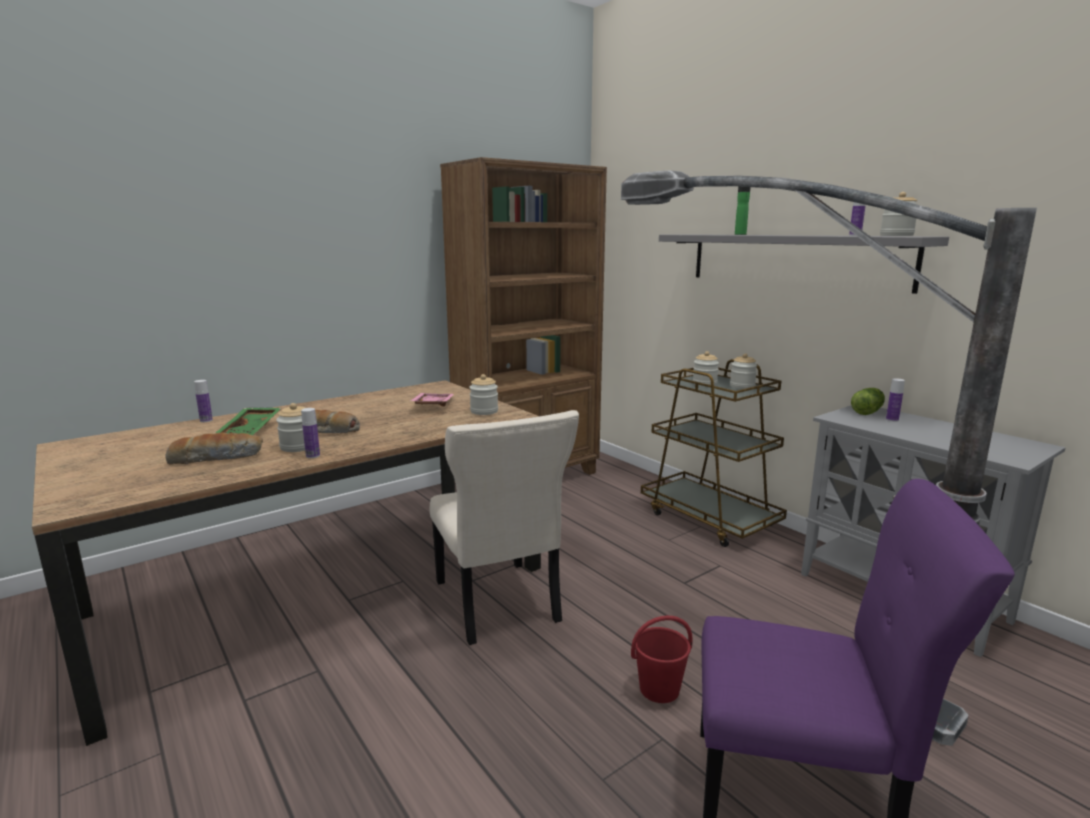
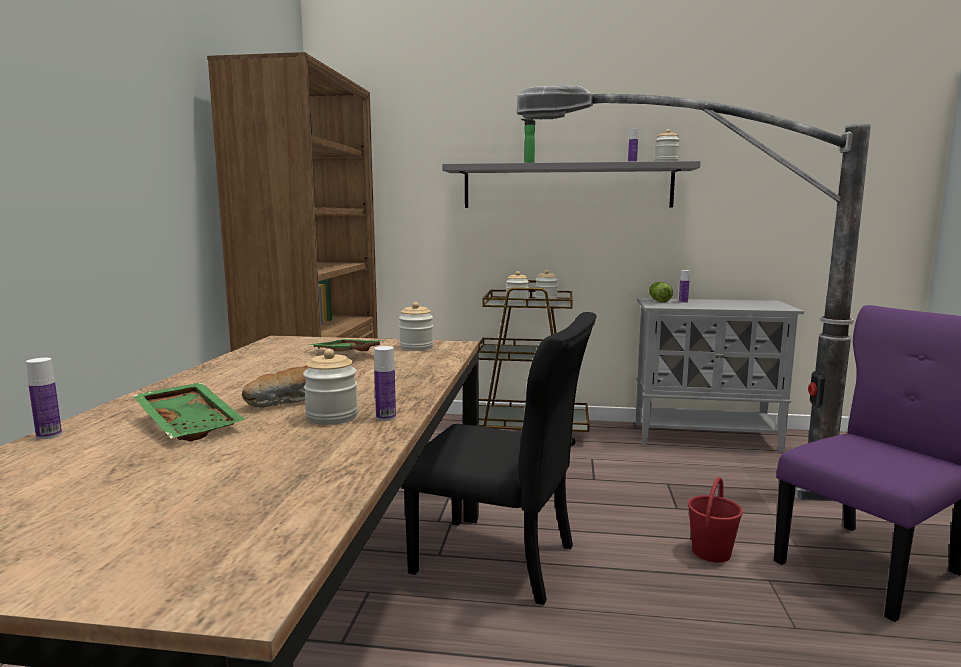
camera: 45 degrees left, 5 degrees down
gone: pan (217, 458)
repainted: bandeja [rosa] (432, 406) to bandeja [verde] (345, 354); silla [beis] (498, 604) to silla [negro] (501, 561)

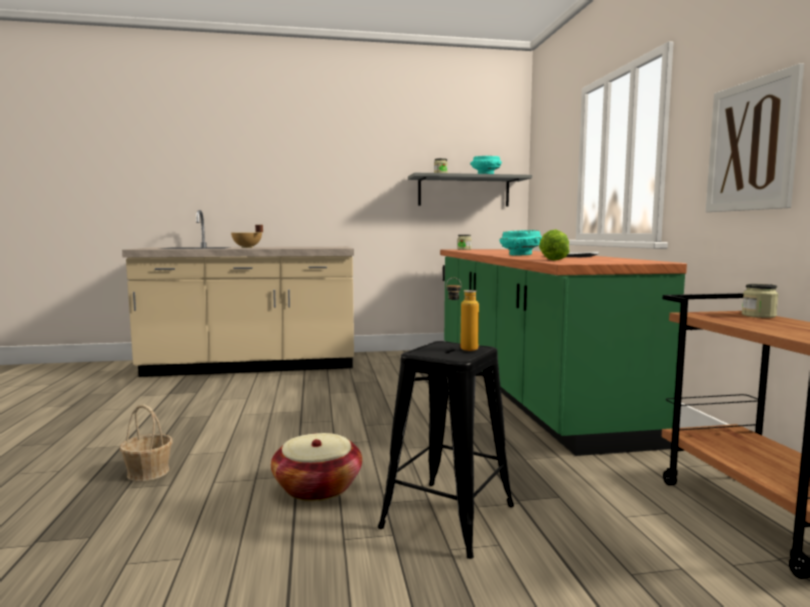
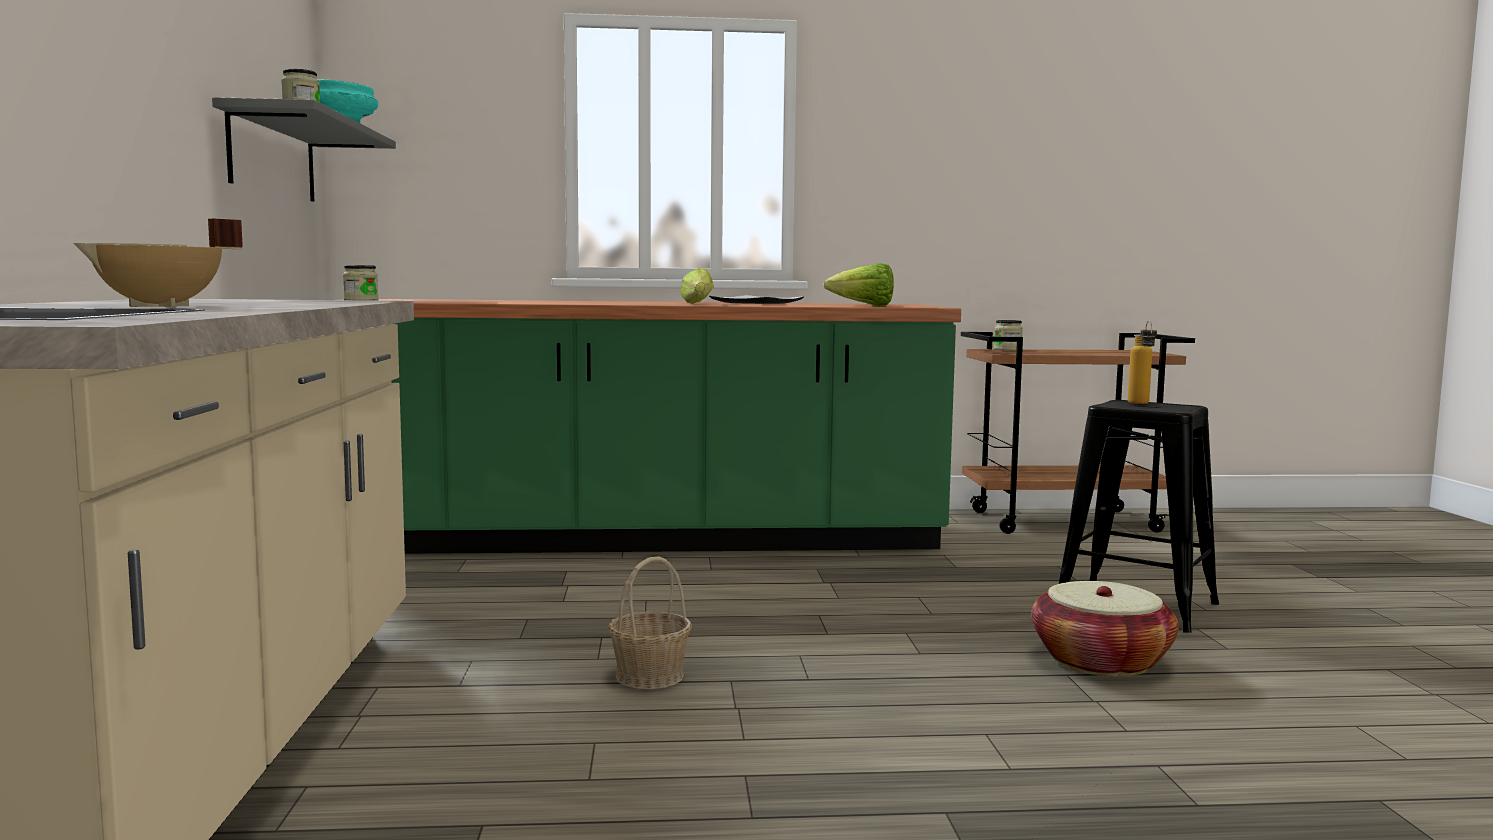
camera: 85 degrees left, 0 degrees up
gone: cuadro (751, 146)
shifted: cesta (148, 472) to (649, 676)
swapped: cuenco [turquesa] (521, 255) to lechuga (697, 303)

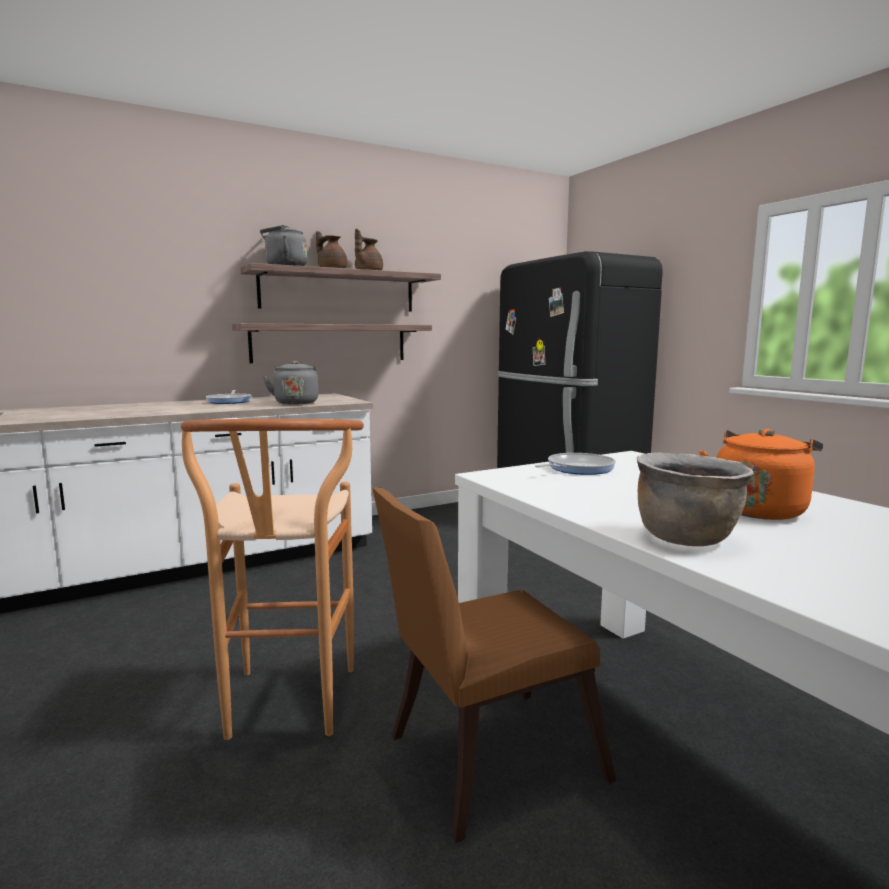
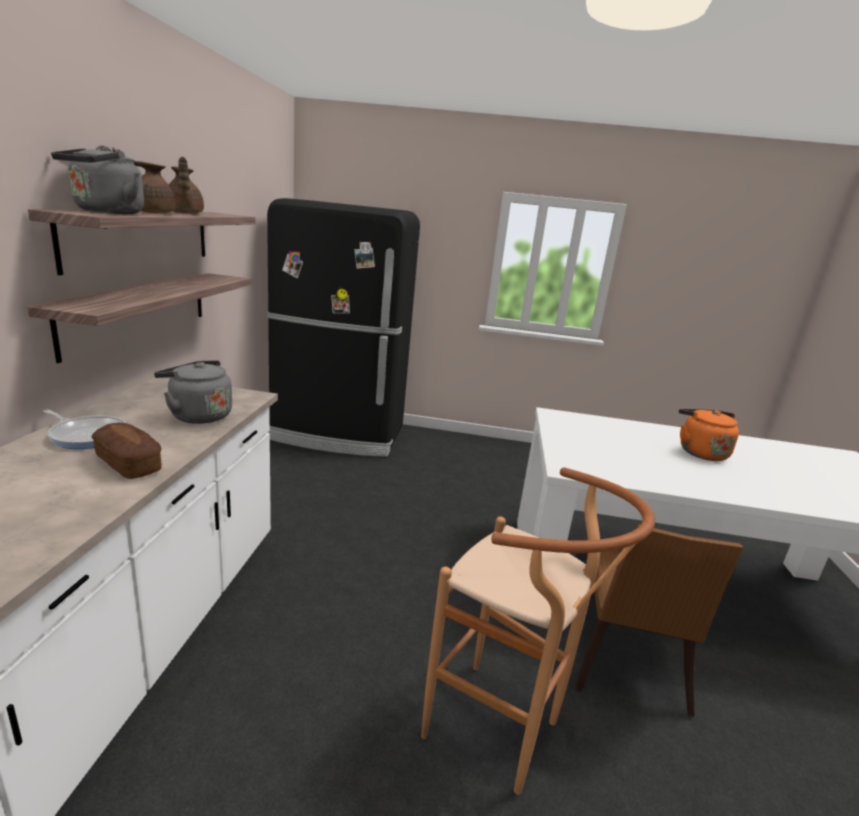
camera: 55 degrees left, 10 degrees up
gone: sartén (577, 469); olla [marrón] (686, 538)
new: pan (128, 463)

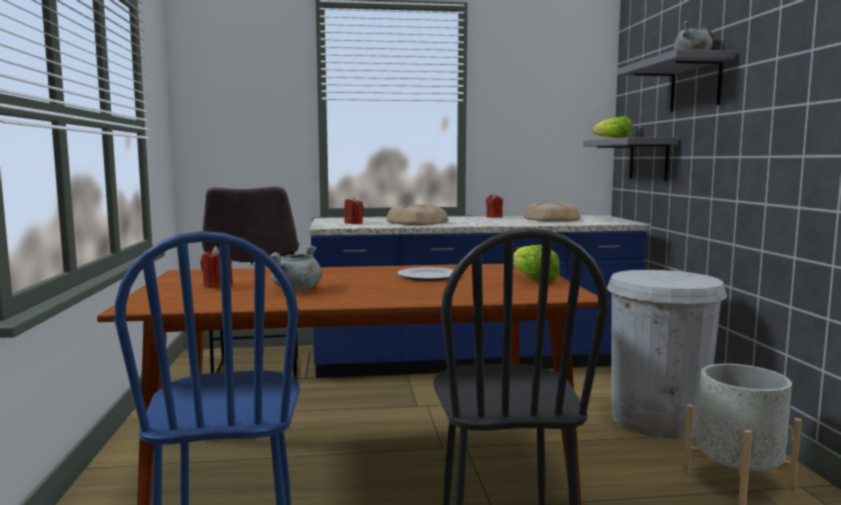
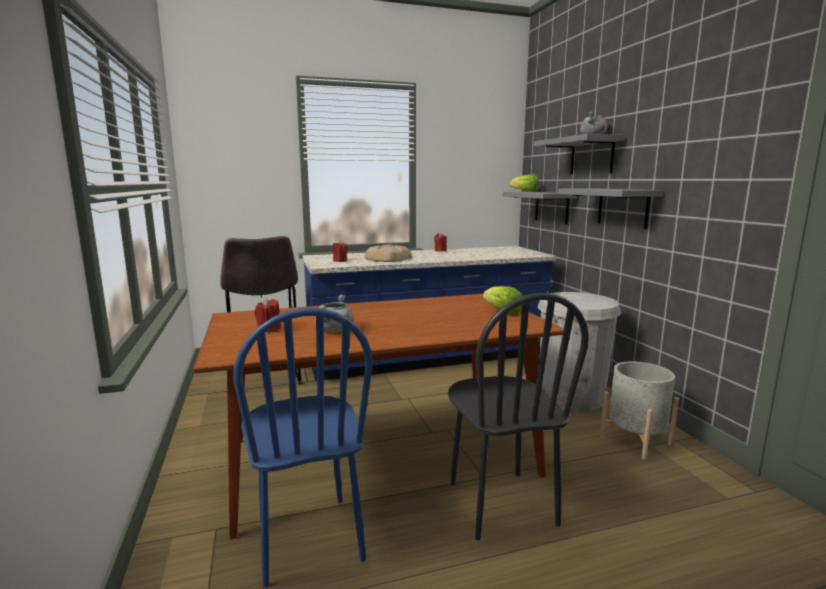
camera: 10 degrees left, 5 degrees up
gone: plato (428, 276); pan (551, 219)
new: estante [gris] (622, 207)

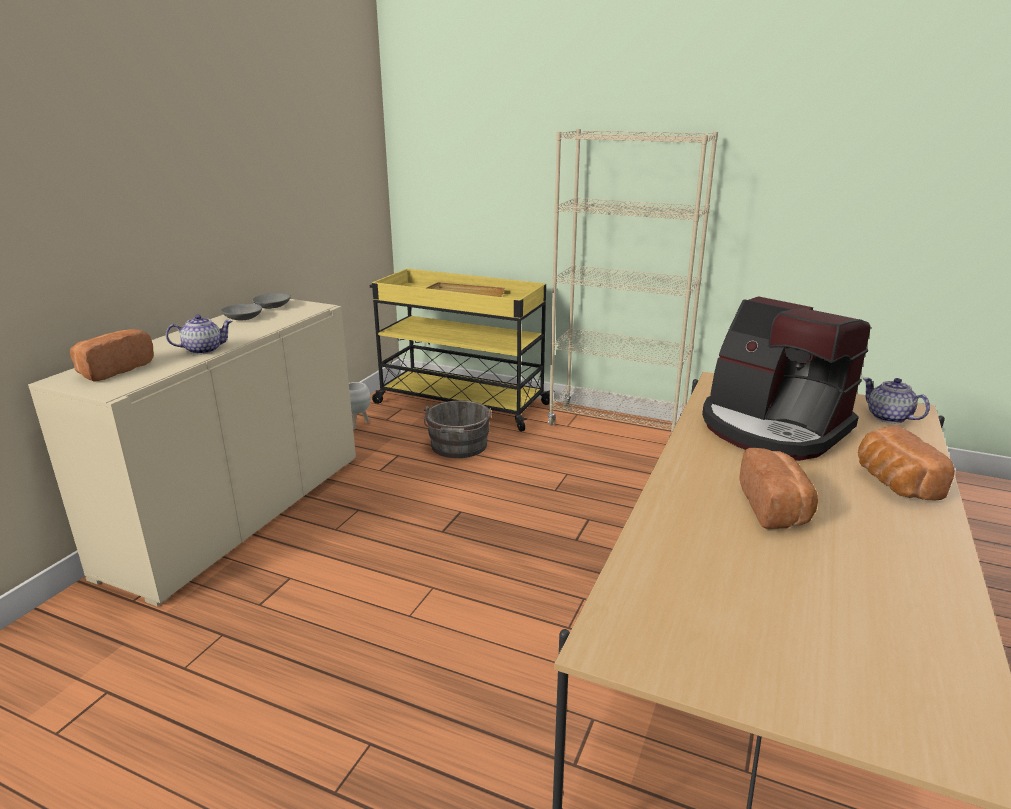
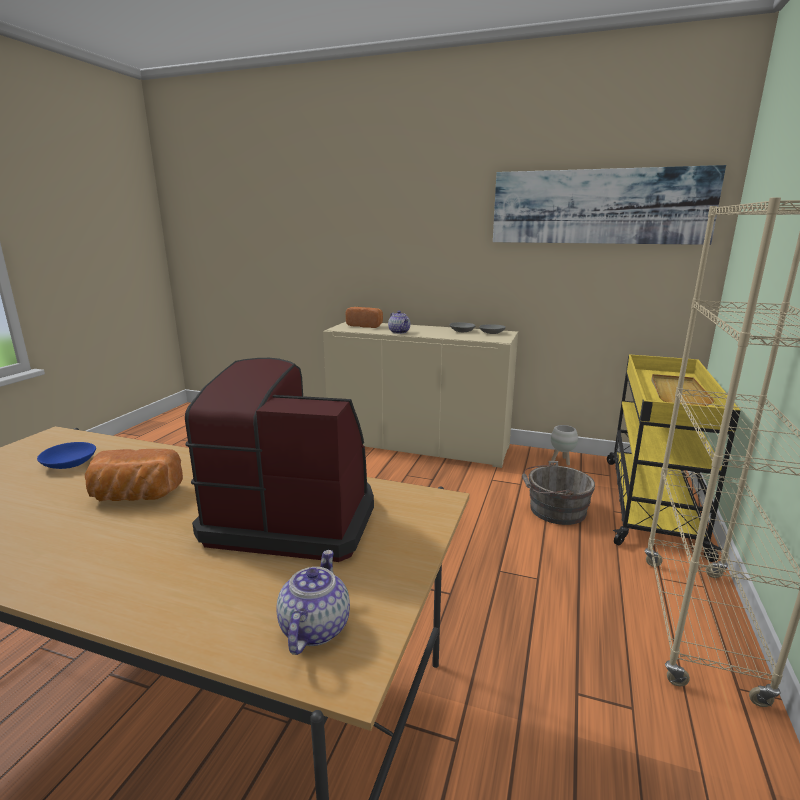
camera: 85 degrees right, 5 degrees down
gone: pan (892, 483)
new: cuenco [azul] (70, 464); cuadro (599, 207)
rotated: cafetera (772, 428) = (293, 517) 60 degrees clockwise; tetera (888, 417) = (314, 627) 45 degrees counterclockwise

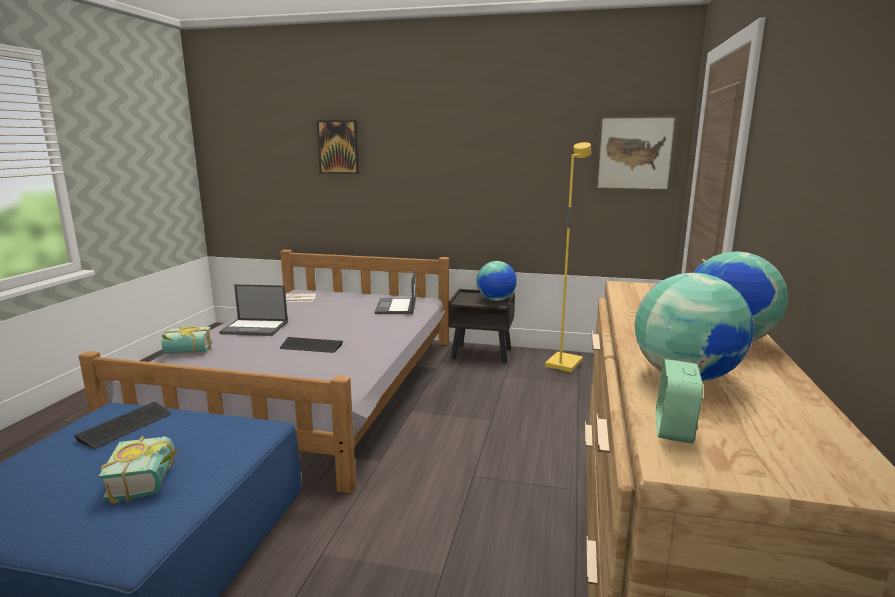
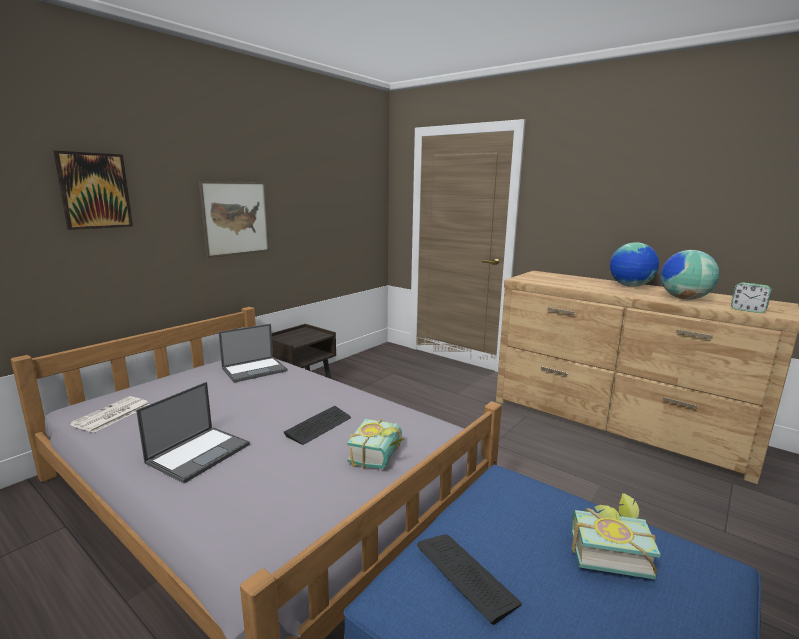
camera: 65 degrees left, 0 degrees up
gone: globo terráqueo (496, 300); lámpara de pie [amarillo] (563, 363)
shifted: cuadro (634, 153) to (236, 218); libro (187, 352) to (381, 456)
rotated: portátil (396, 307) = (255, 369) 60 degrees counterclockwise

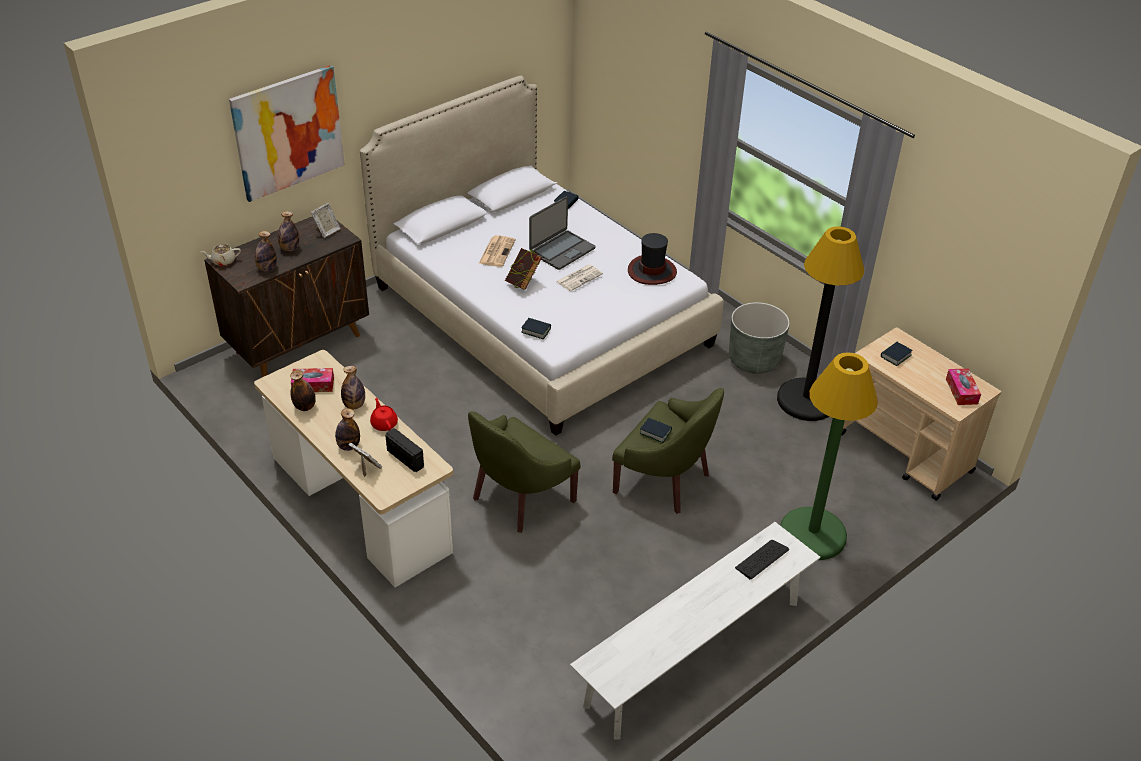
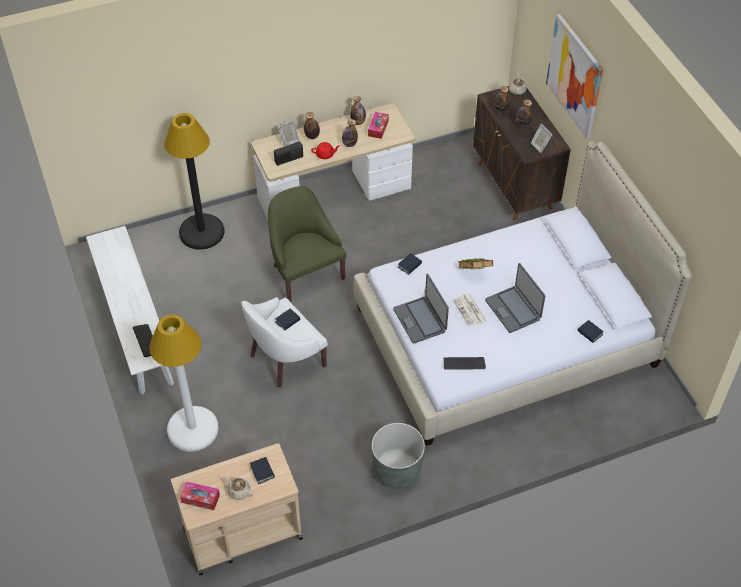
camera: 110 degrees right, 10 degrees up
gone: periódico (497, 251)
new: tetera [beis] (238, 491); portátil (420, 320)
shifted: lámpara de pie [negro] (806, 400) to (202, 232)
swapped: sombrero (652, 271) to teclado (464, 364)
repainted: lámpara de pie [verde] (812, 534) to lámpara de pie [blanco] (192, 429); sillón [verde] (665, 481) to sillón [blanco] (284, 359)

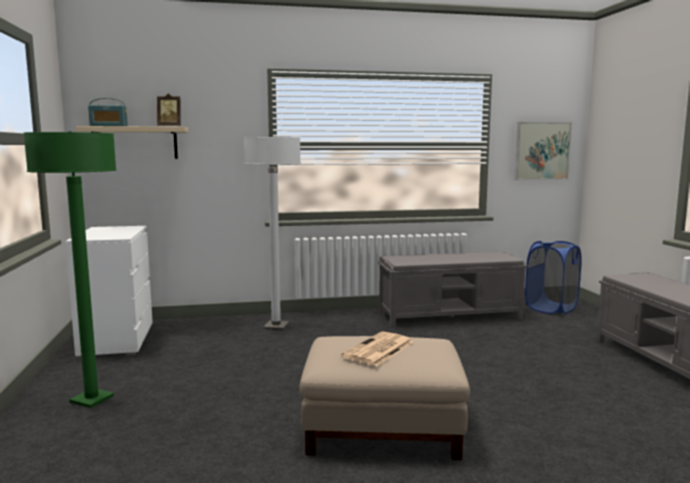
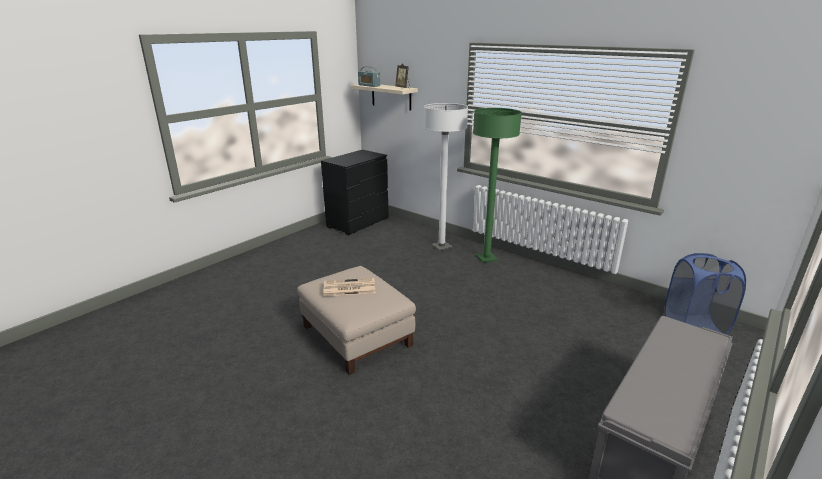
camera: 50 degrees right, 15 degrees up
gone: banco [gris] (450, 316); cuadro (542, 151)
shifted: lámpara de pie [verde] (92, 400) to (486, 258)
repainted: cómoda [blanco] (117, 340) to cómoda [negro] (358, 223)

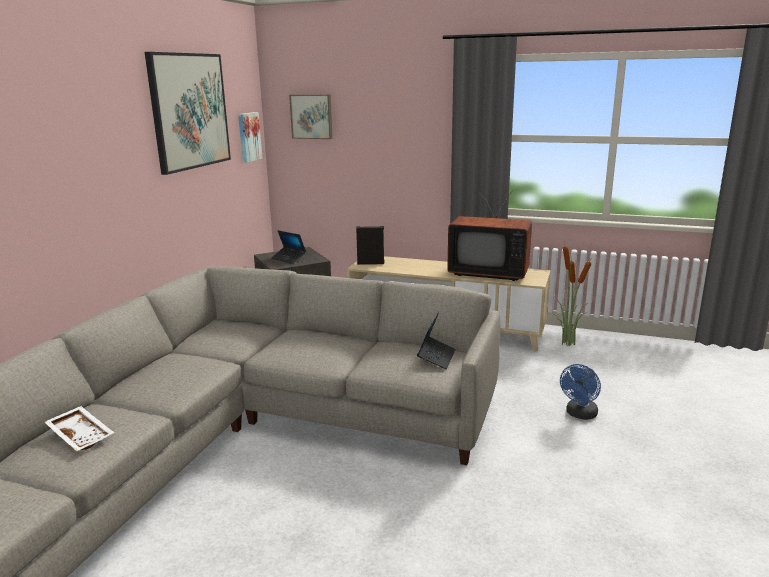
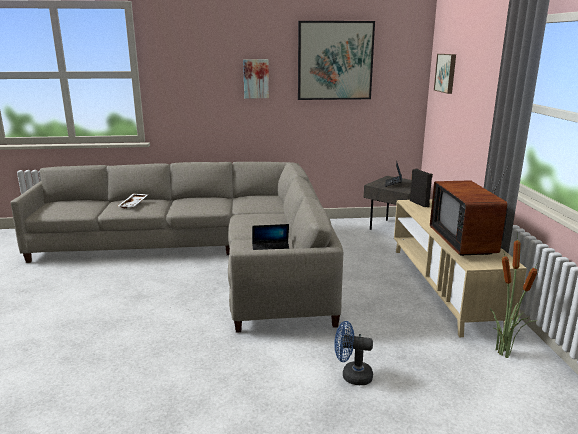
camera: 65 degrees right, 0 degrees up
shifted: cuadro (248, 137) to (256, 78)

